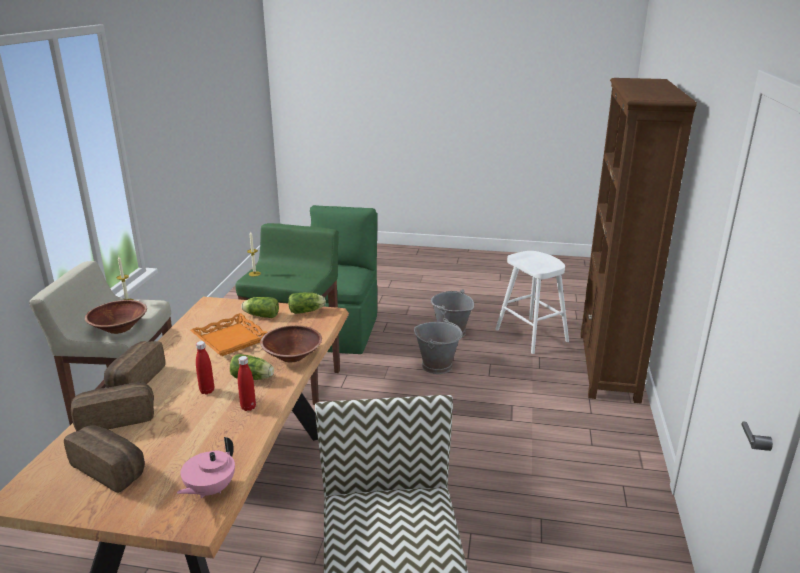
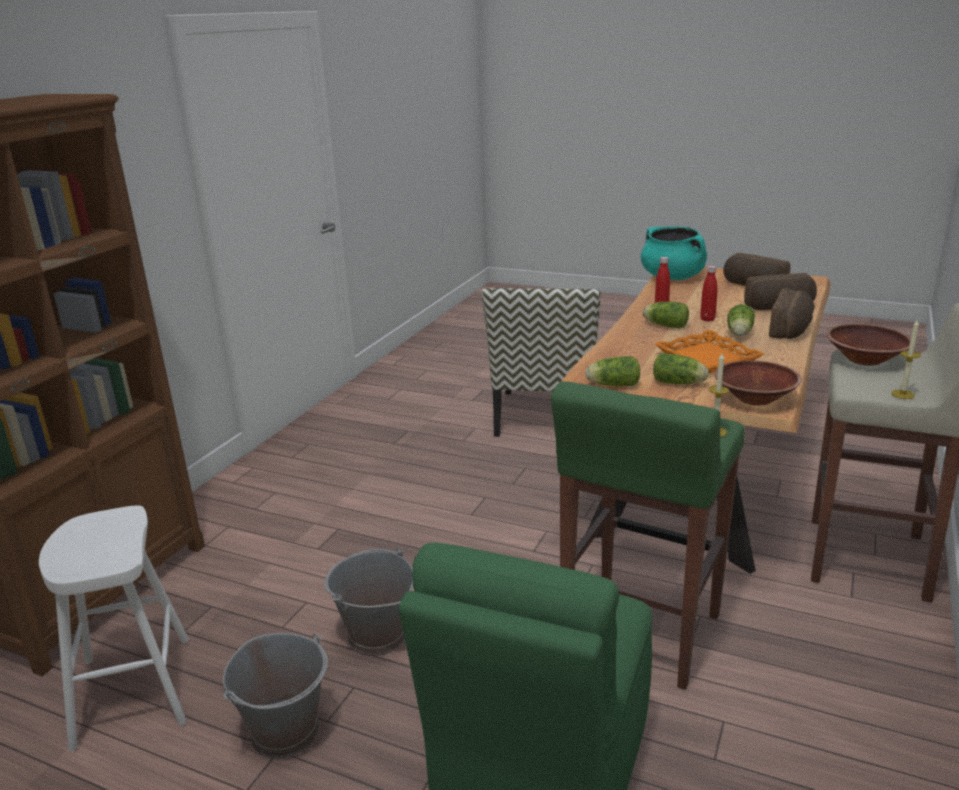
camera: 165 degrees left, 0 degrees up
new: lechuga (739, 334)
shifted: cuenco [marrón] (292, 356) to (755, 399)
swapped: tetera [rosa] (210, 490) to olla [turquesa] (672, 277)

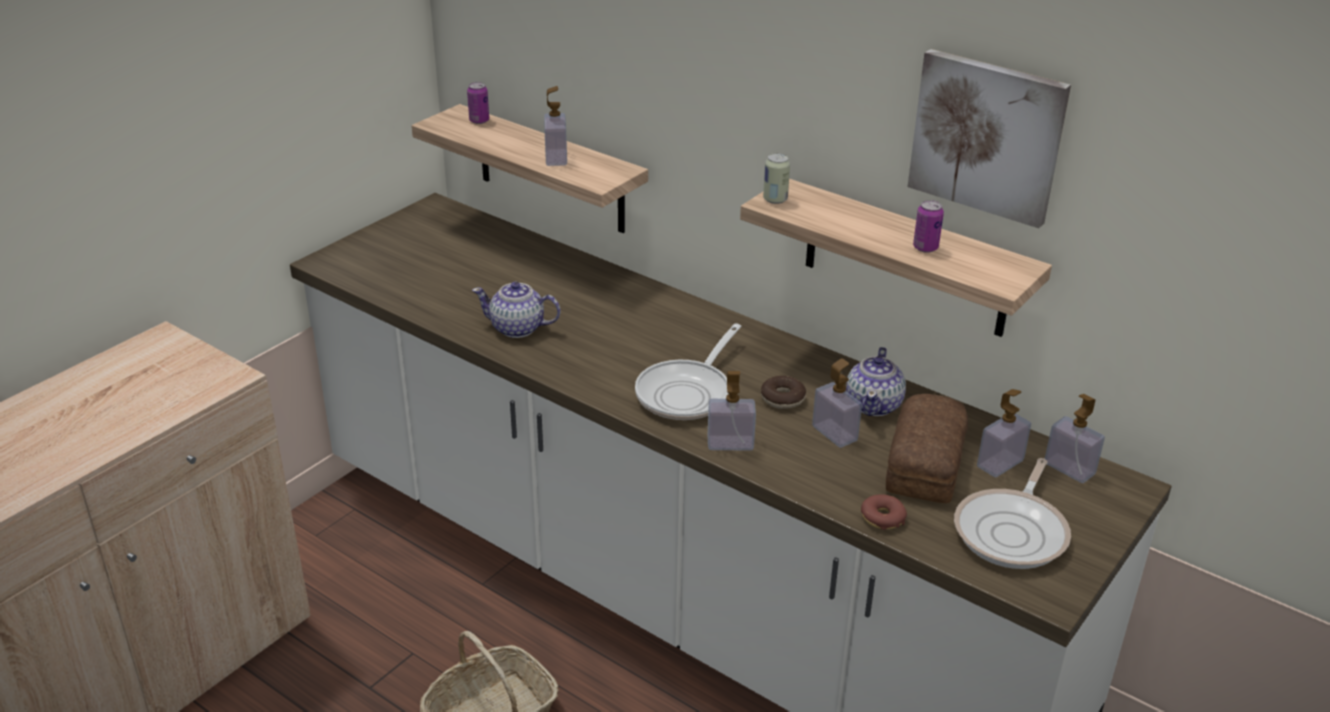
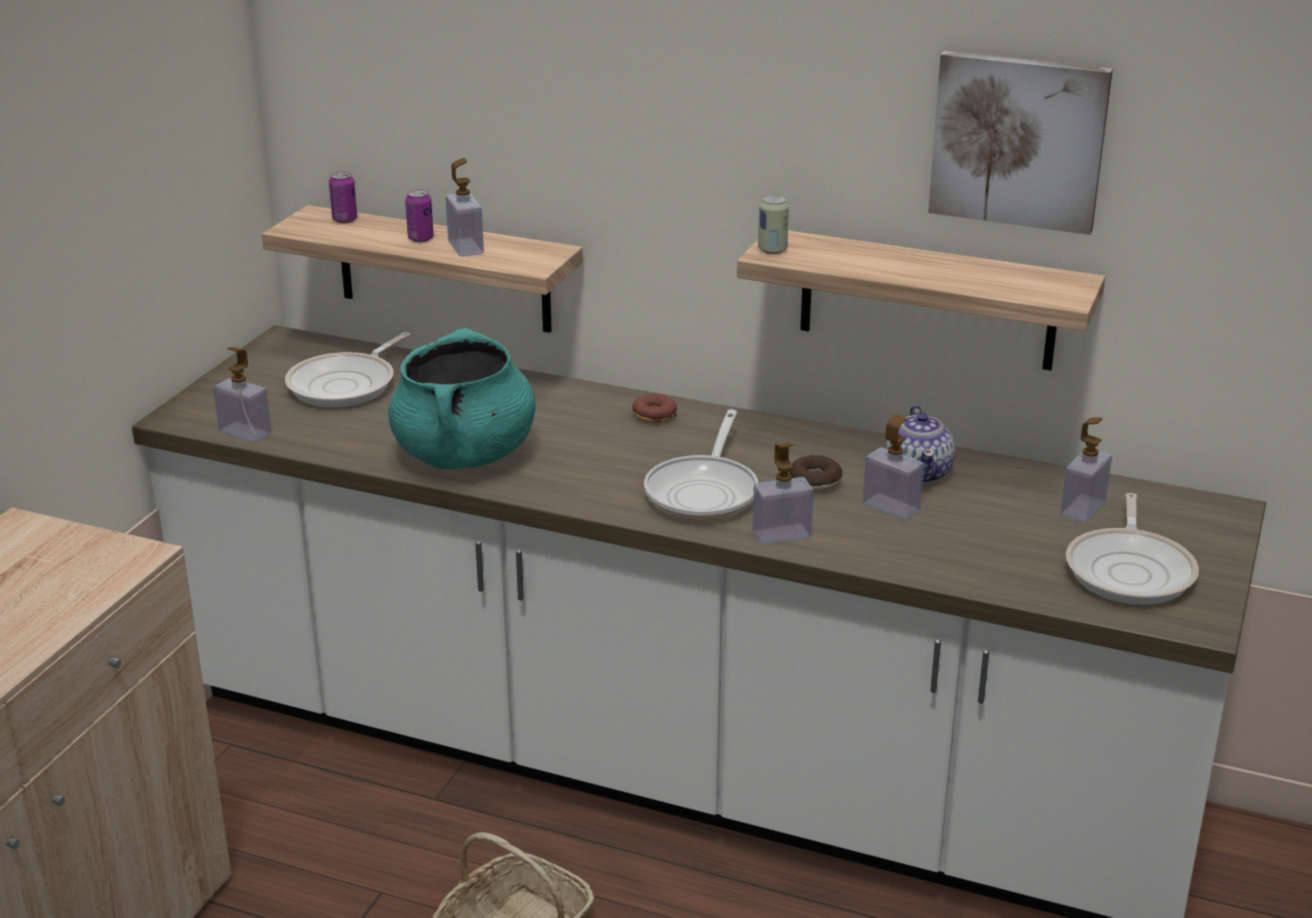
camera: 15 degrees left, 5 degrees down
gone: pan (927, 463)
new: sartén (346, 385)
shifted: dispensador de jabón (1069, 468) to (245, 432); lata (925, 248) to (420, 238); rosquilla (882, 518) to (654, 415)
swapped: tetera (518, 328) to olla [turquesa] (465, 455)

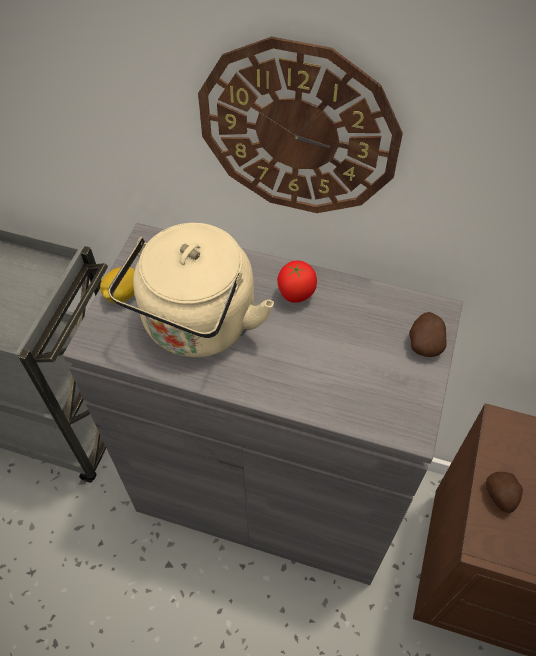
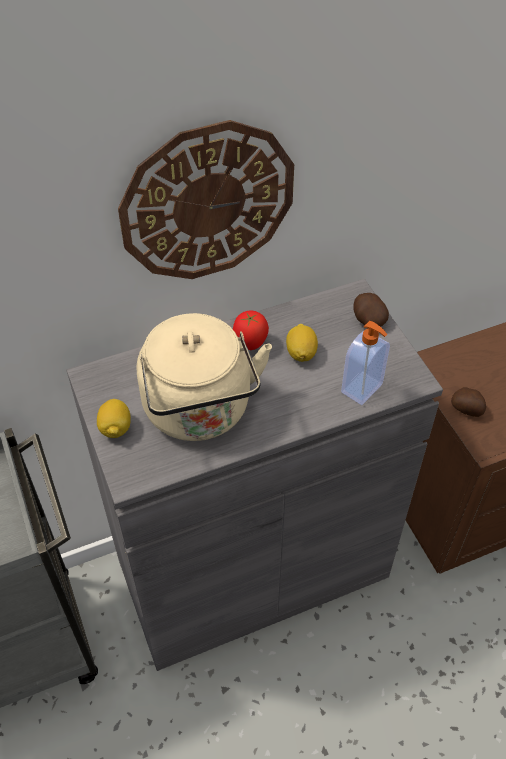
camera: 40 degrees left, 5 degrees down
new: limón (301, 353); dispensador de jabón (363, 389)

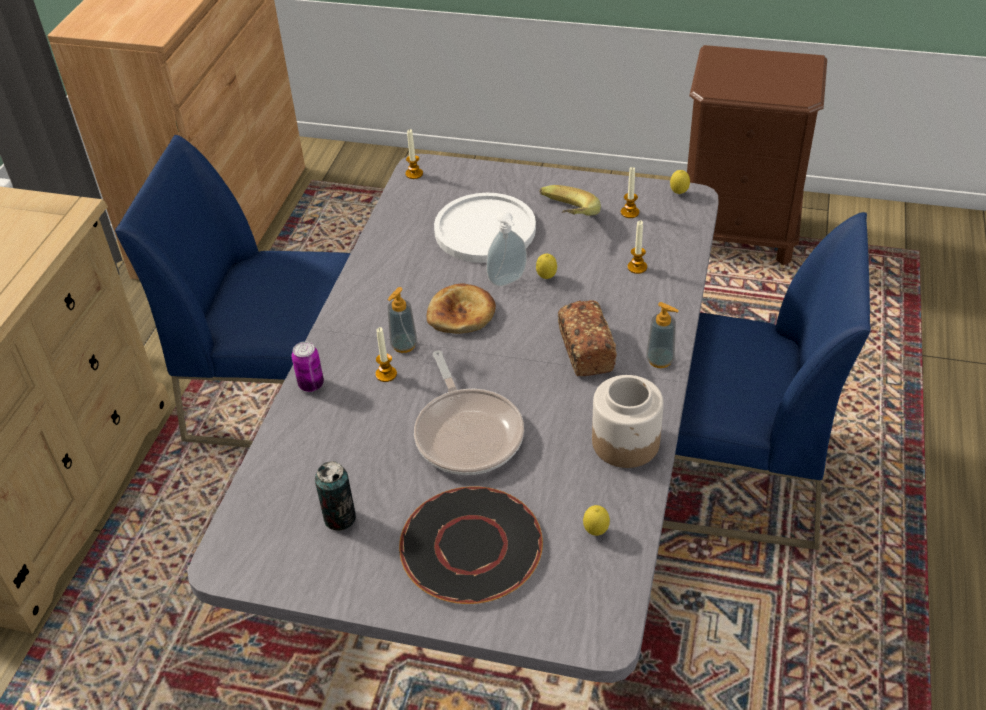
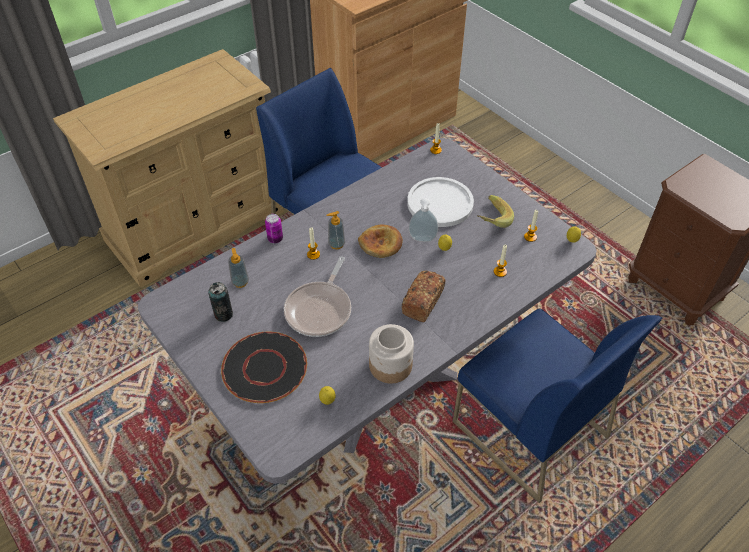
camera: 35 degrees right, 5 degrees up
shifted: dispensador de jabón (660, 360) to (240, 282)

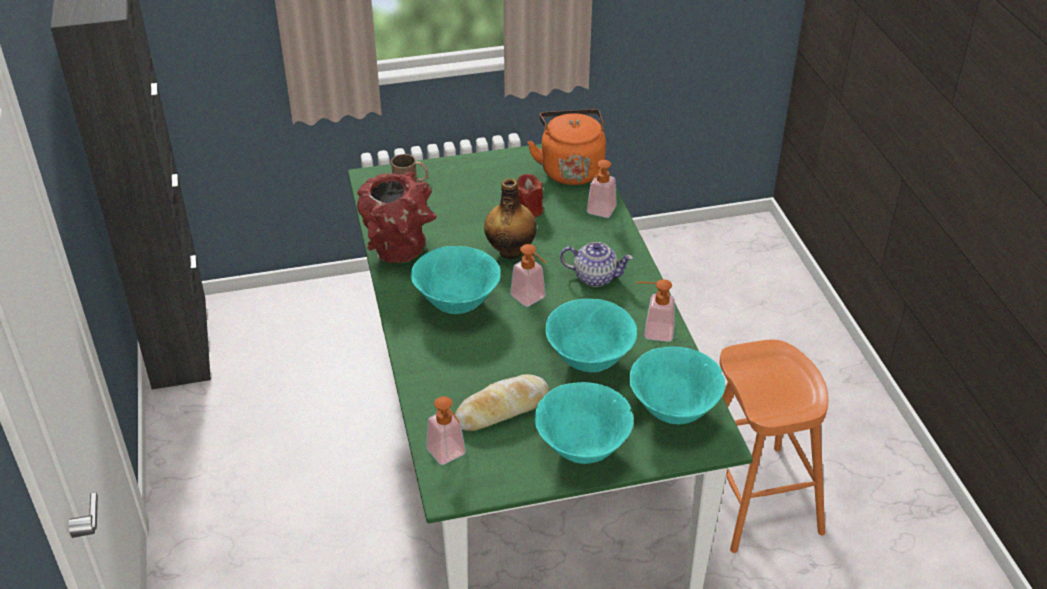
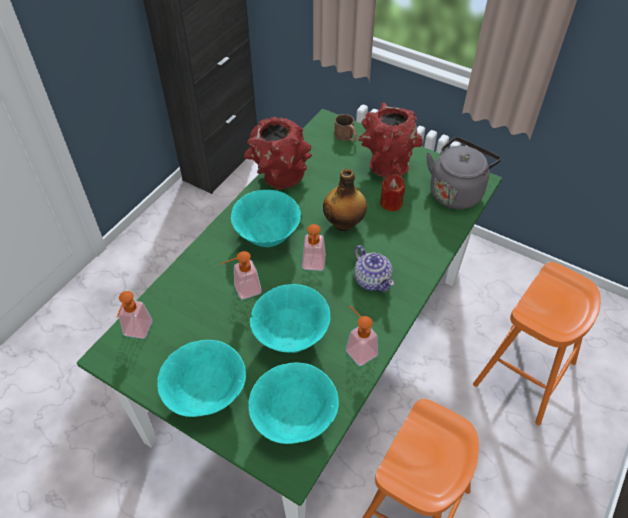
camera: 45 degrees right, 10 degrees up
gone: pan (502, 409)
new: florero [rojo] (385, 166); taburete [naranja] (524, 373)
shifted: dispensador de jabón (599, 213) to (243, 290)
repainted: hervidor [naranja] (570, 169) to hervidor [gris] (456, 191)

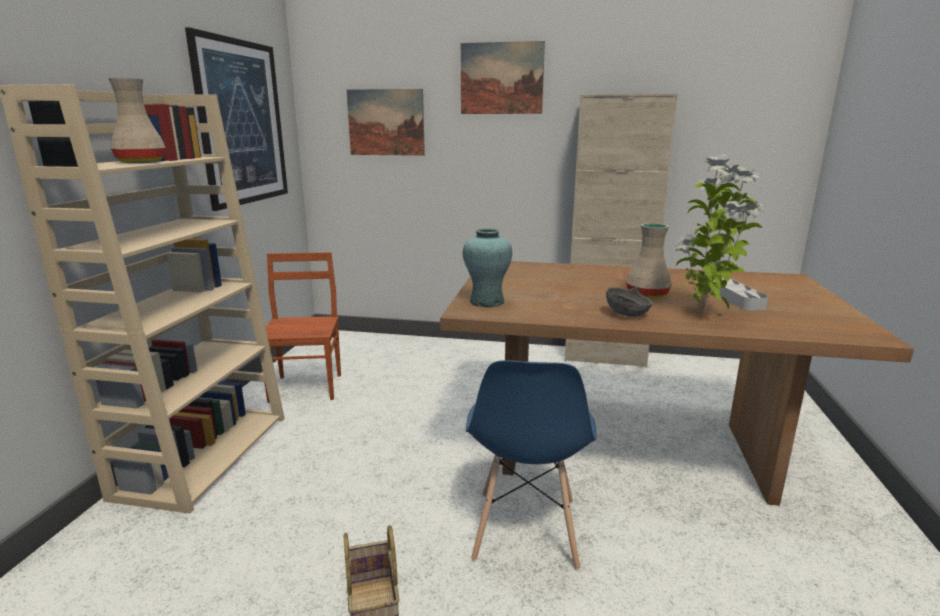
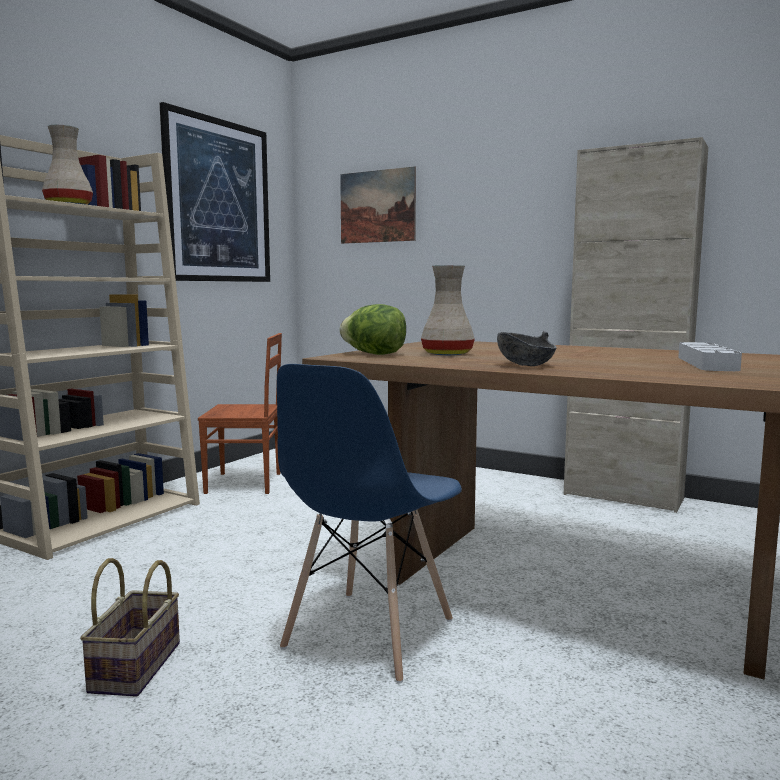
camera: 20 degrees right, 10 degrees down
gone: cuadro (501, 78); planta en maceta (703, 314)
shifted: florero [beis] (646, 294) to (446, 354)
swapped: florero [turquesa] (486, 302) to lechuga (374, 354)
rotated: silla [marrón] (307, 387) = (245, 483) 75 degrees clockwise

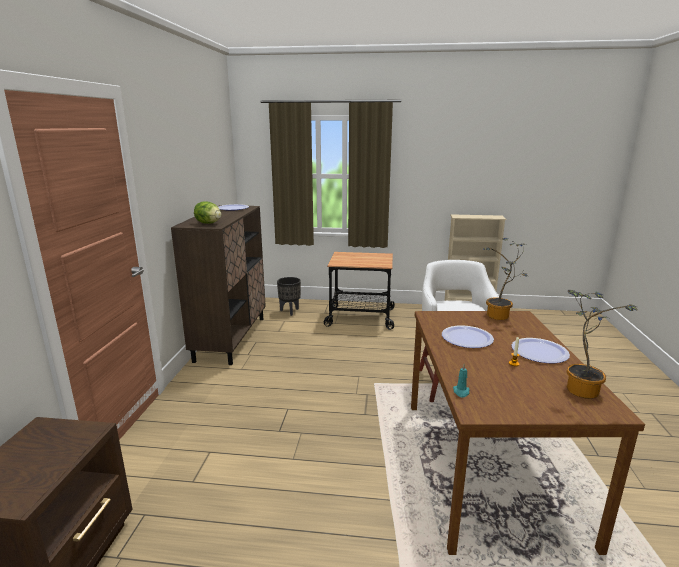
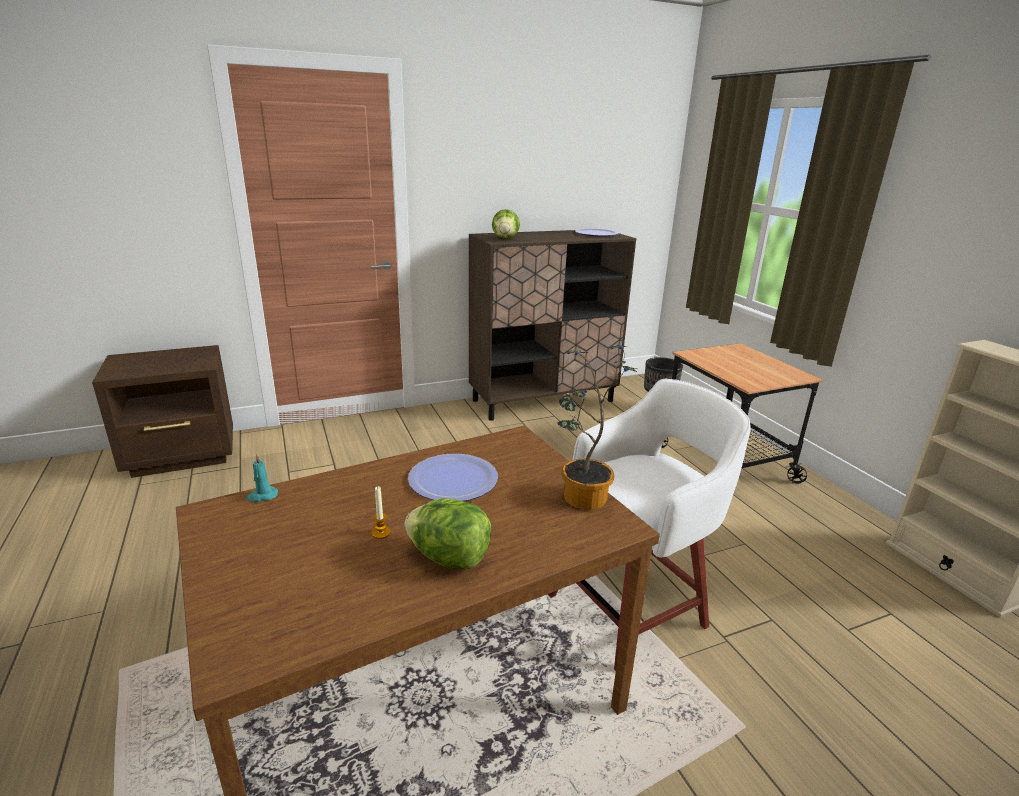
camera: 60 degrees right, 5 degrees up
gone: planta en maceta (581, 388)
swapped: plato (539, 352) to lechuga (449, 558)

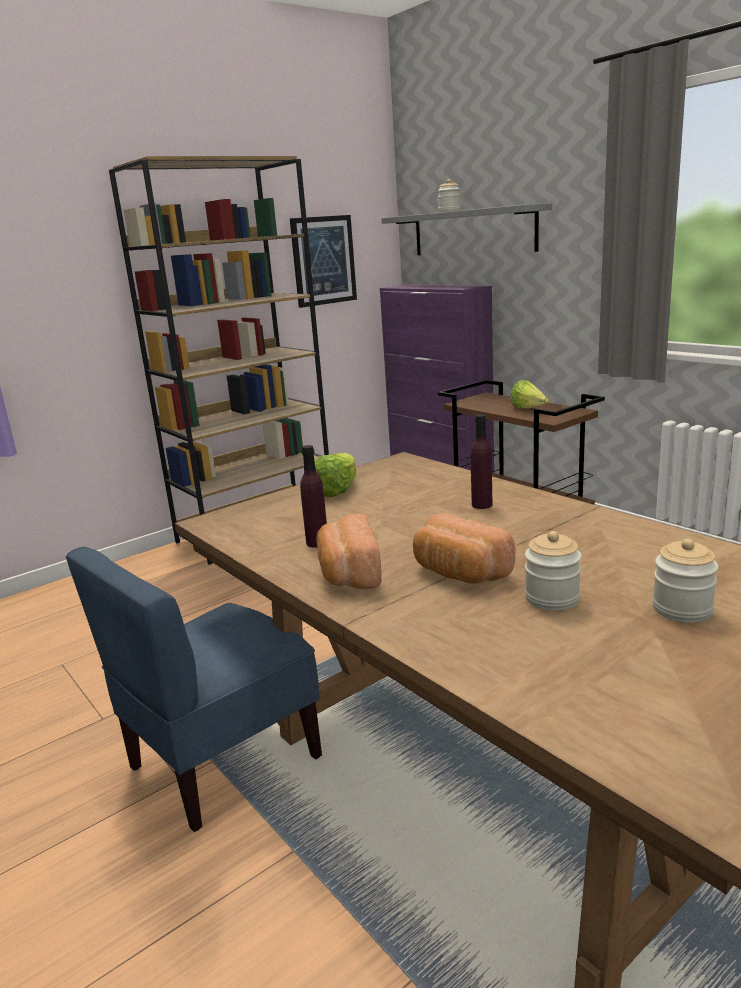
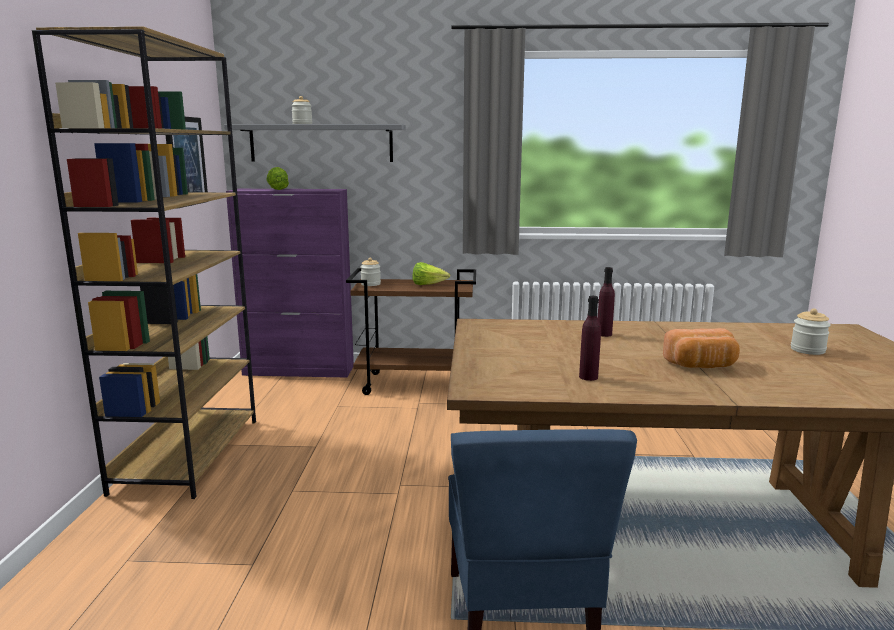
camera: 50 degrees left, 5 degrees down
gone: pan (348, 574)
shifted: lechuga (337, 490) to (277, 189); tarro (552, 598) to (370, 284)

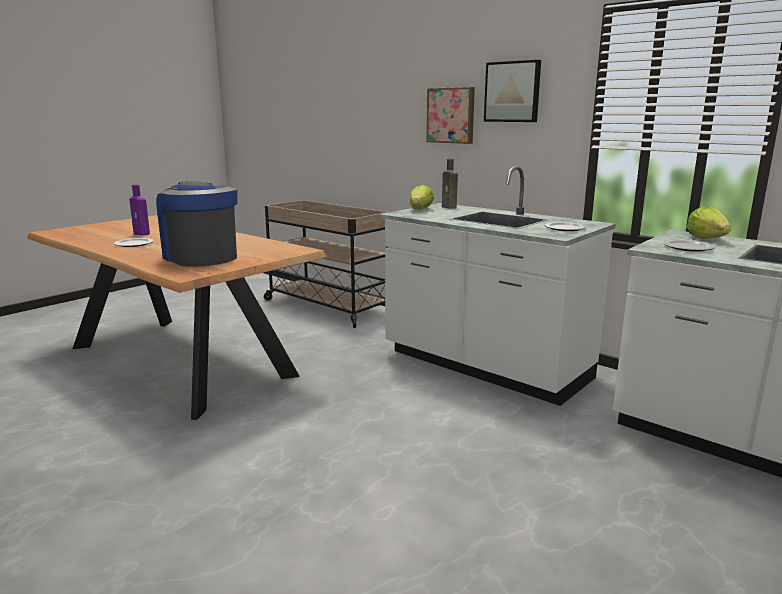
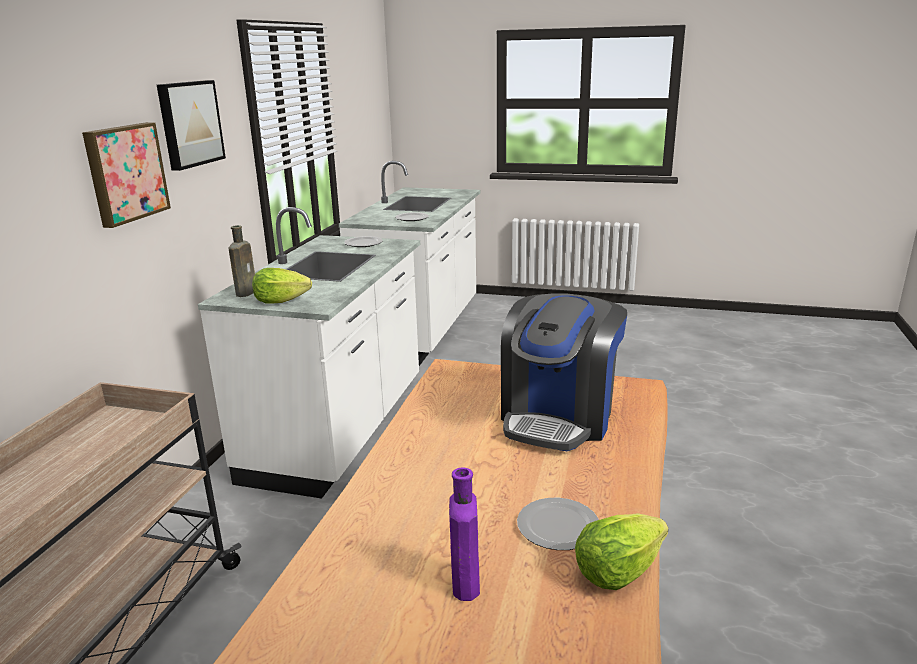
camera: 115 degrees left, 5 degrees up
shifted: lechuga (706, 239) to (617, 571)

